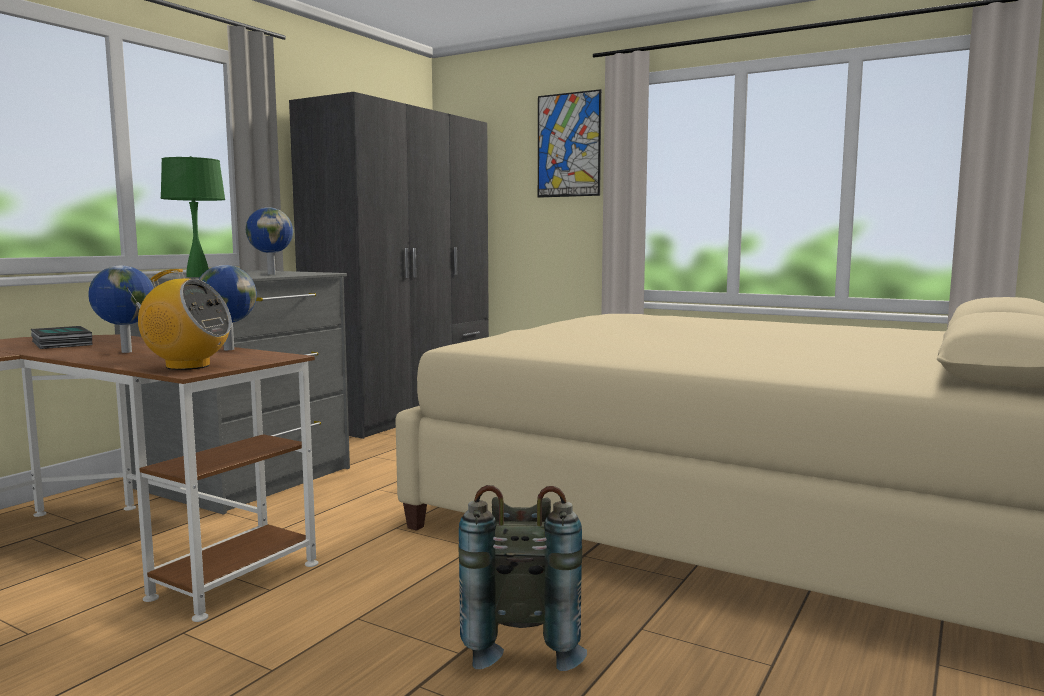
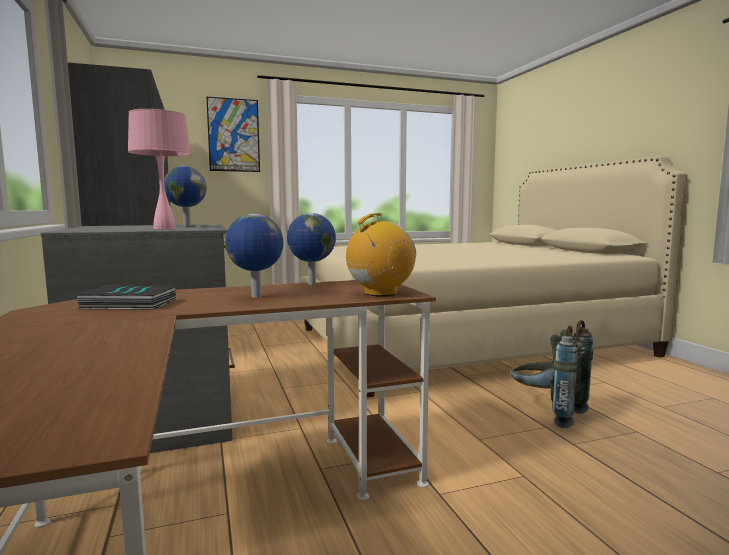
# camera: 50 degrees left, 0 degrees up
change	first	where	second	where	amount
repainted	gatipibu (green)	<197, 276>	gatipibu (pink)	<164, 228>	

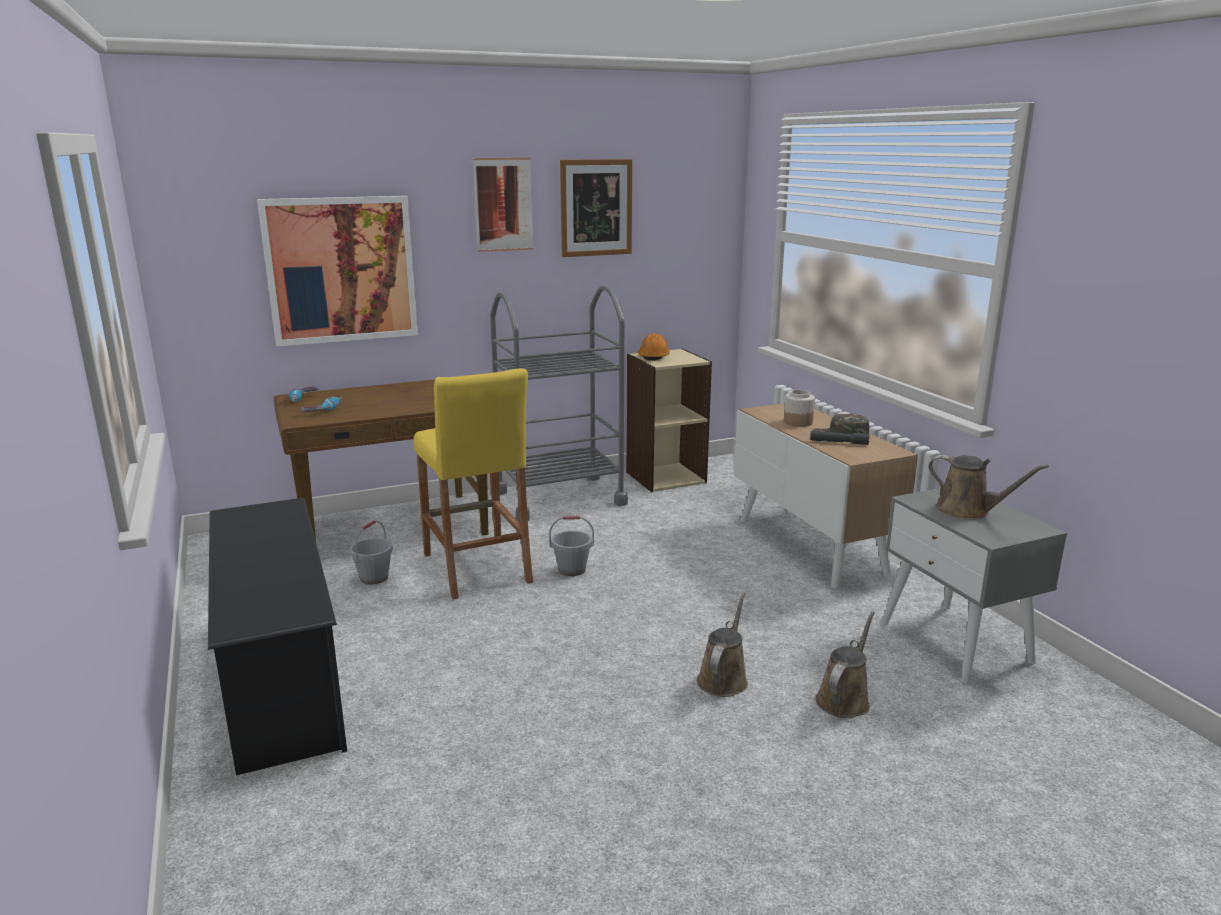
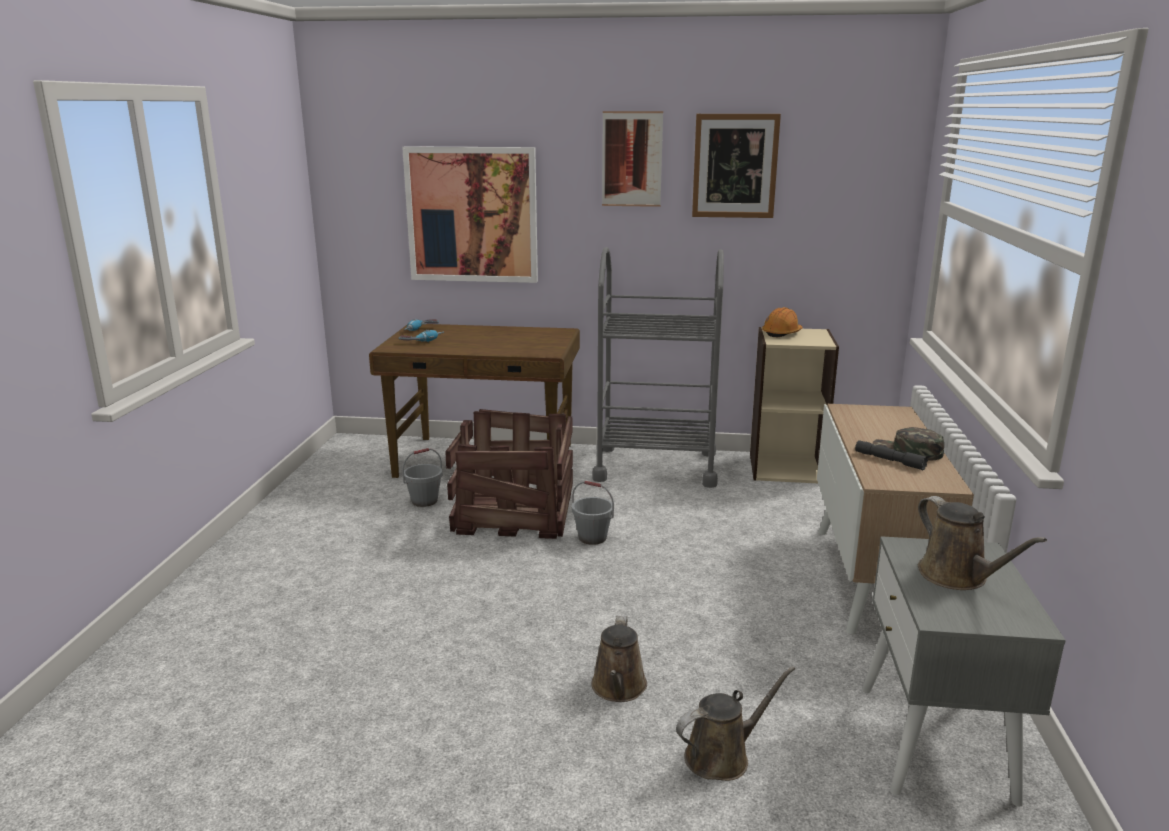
# camera: 30 degrees right, 0 degrees up
change	first	where	second	where	amount
gone	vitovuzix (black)	<282, 678>			
gone	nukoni	<797, 422>			
swapped	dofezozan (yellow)	<476, 568>	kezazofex	<512, 514>	
rotated	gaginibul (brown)	<723, 679>		<618, 688>	135 degrees clockwise

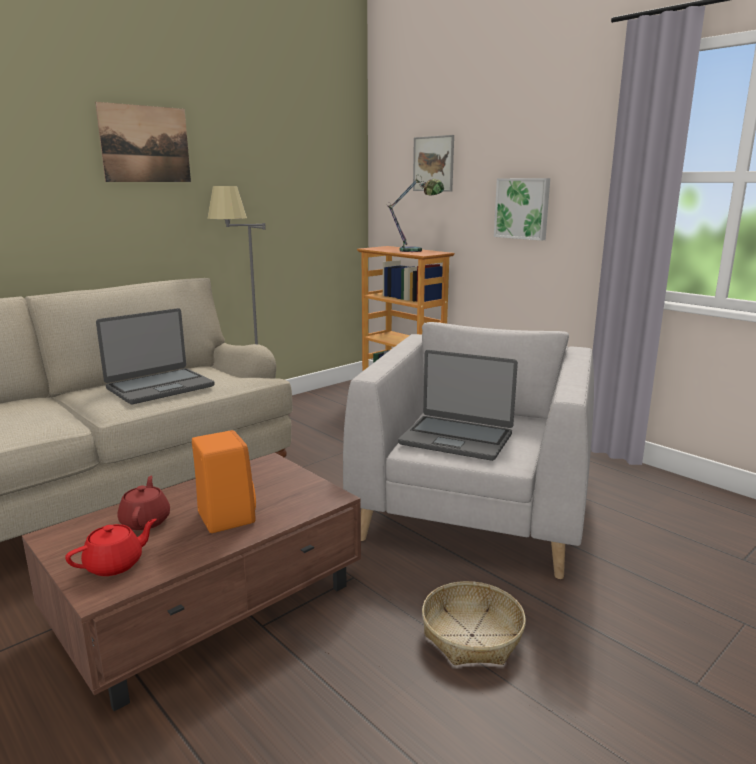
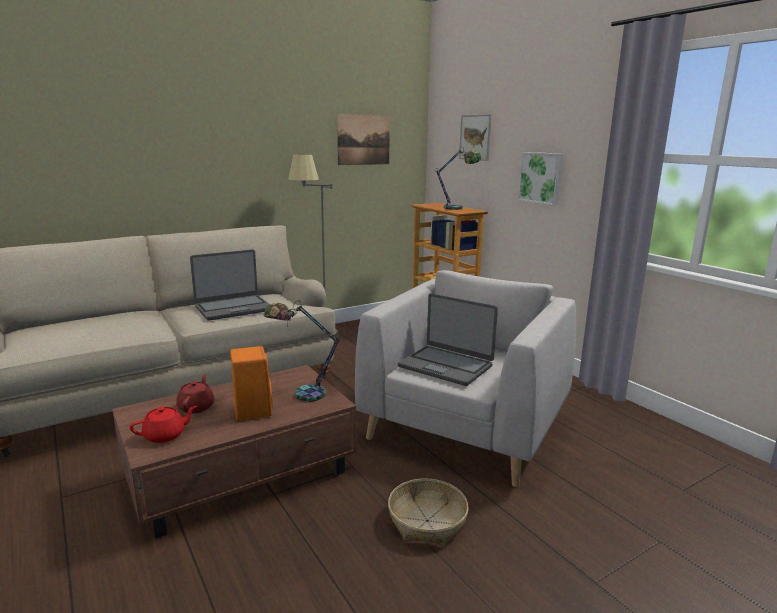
# camera: 10 degrees right, 0 degrees up
change	first	where	second	where	amount
new			gatipibu	<302, 392>	
shifted	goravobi	<145, 144>		<363, 140>	

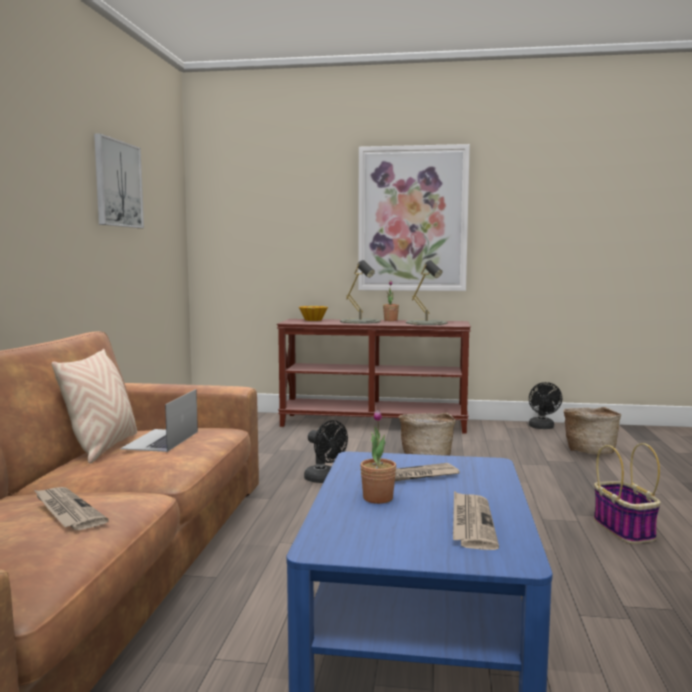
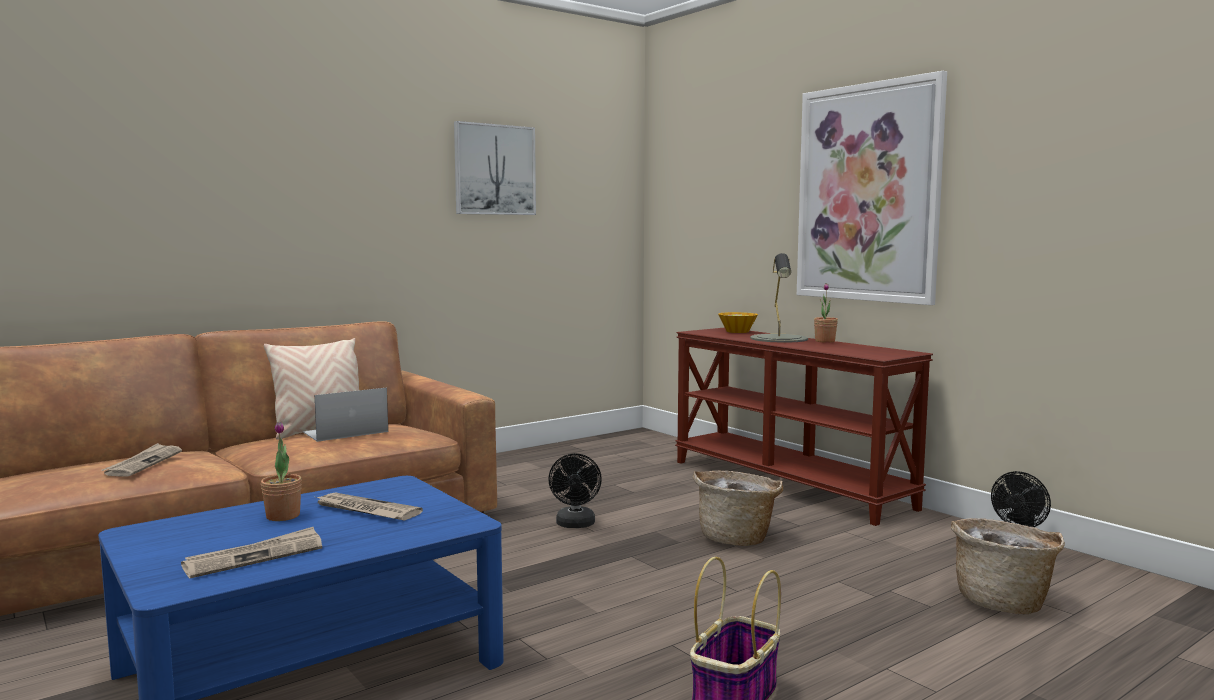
# camera: 45 degrees right, 0 degrees up
change	first	where	second	where	amount
gone	gatipibu (grey)	<426, 323>			

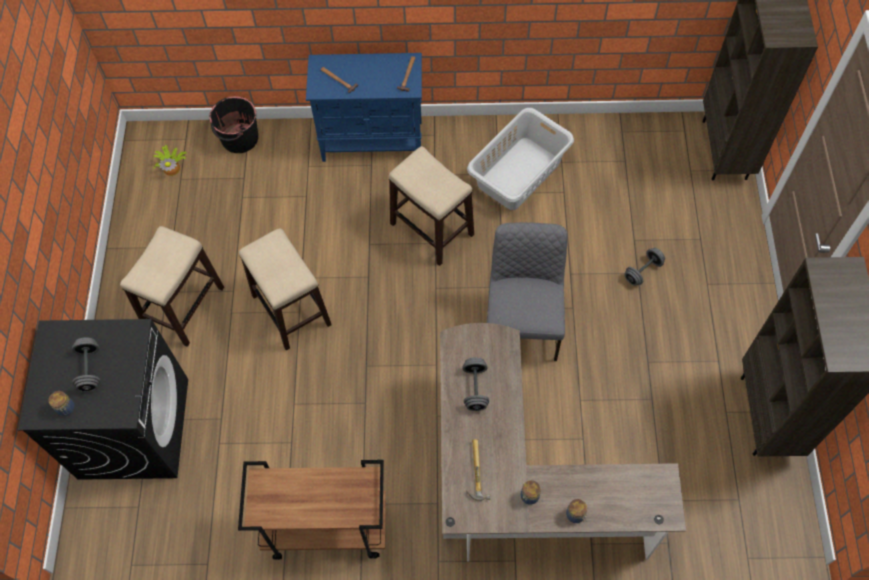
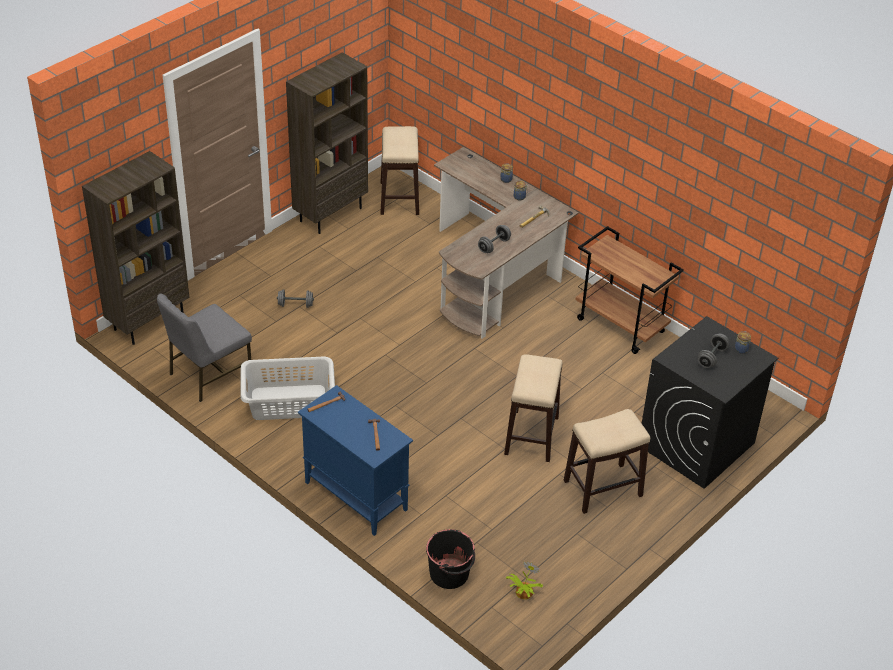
# camera: 140 degrees left, 20 degrees down
change	first	where	second	where	amount
shifted	dofezozan	<432, 229>		<399, 198>	
shifted	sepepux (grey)	<522, 324>		<208, 374>	

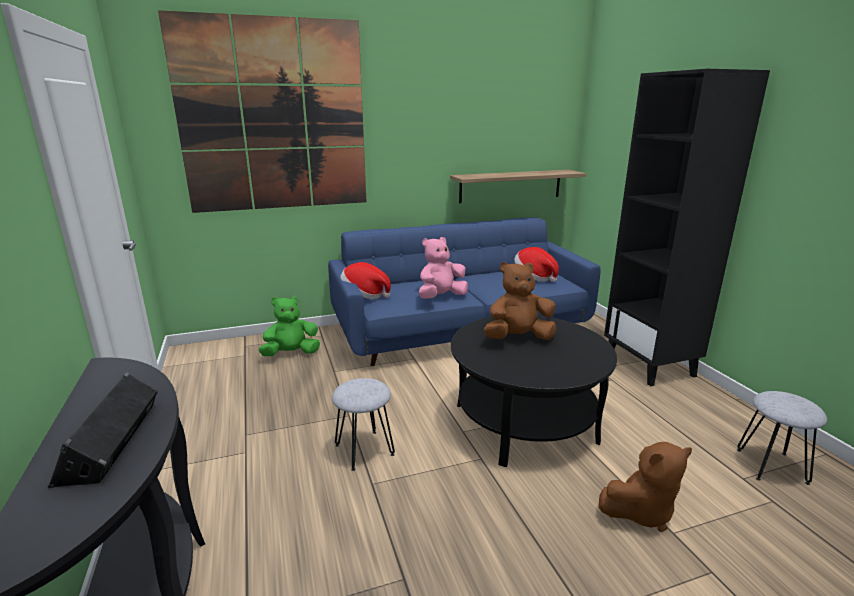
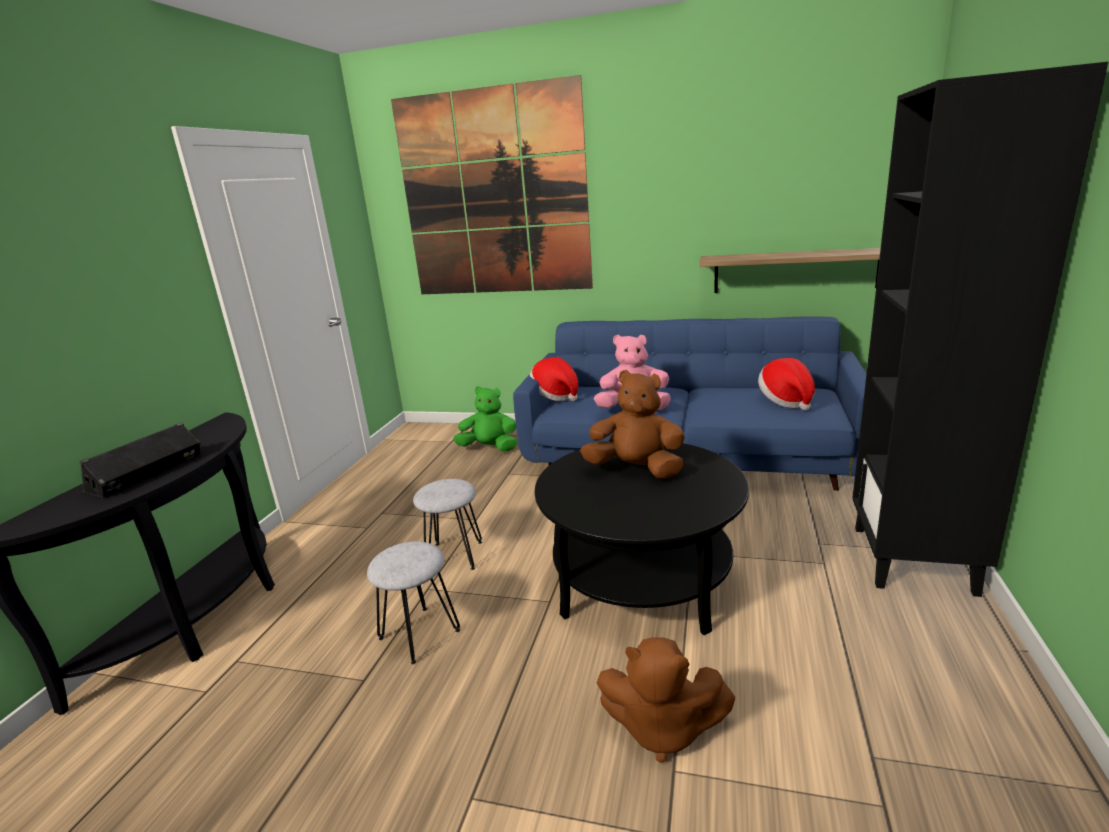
# camera: 35 degrees right, 0 degrees up
change	first	where	second	where	amount
shifted	dofezozan (grey)	<771, 466>		<419, 634>	

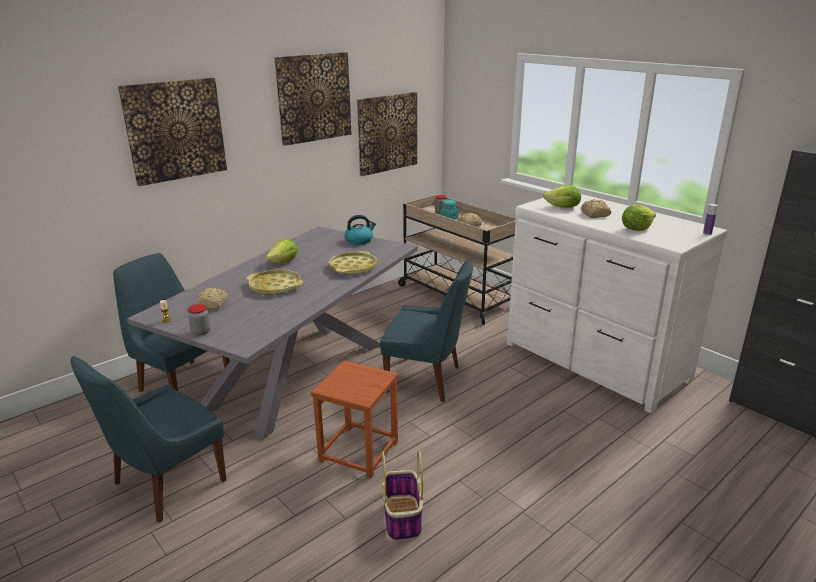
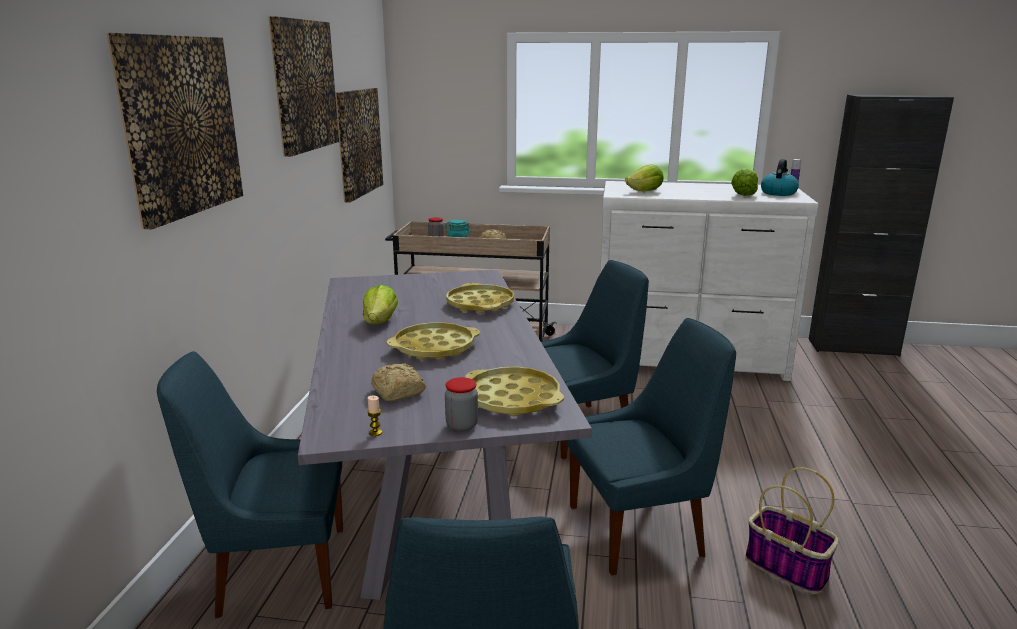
# camera: 40 degrees left, 5 degrees down
change	first	where	second	where	amount
gone	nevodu	<594, 215>			
new			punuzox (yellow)	<513, 399>	
shifted	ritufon	<359, 240>		<778, 193>	
swapped	dofezozan (brown)	<359, 452>	sepepux (blue)	<640, 530>	

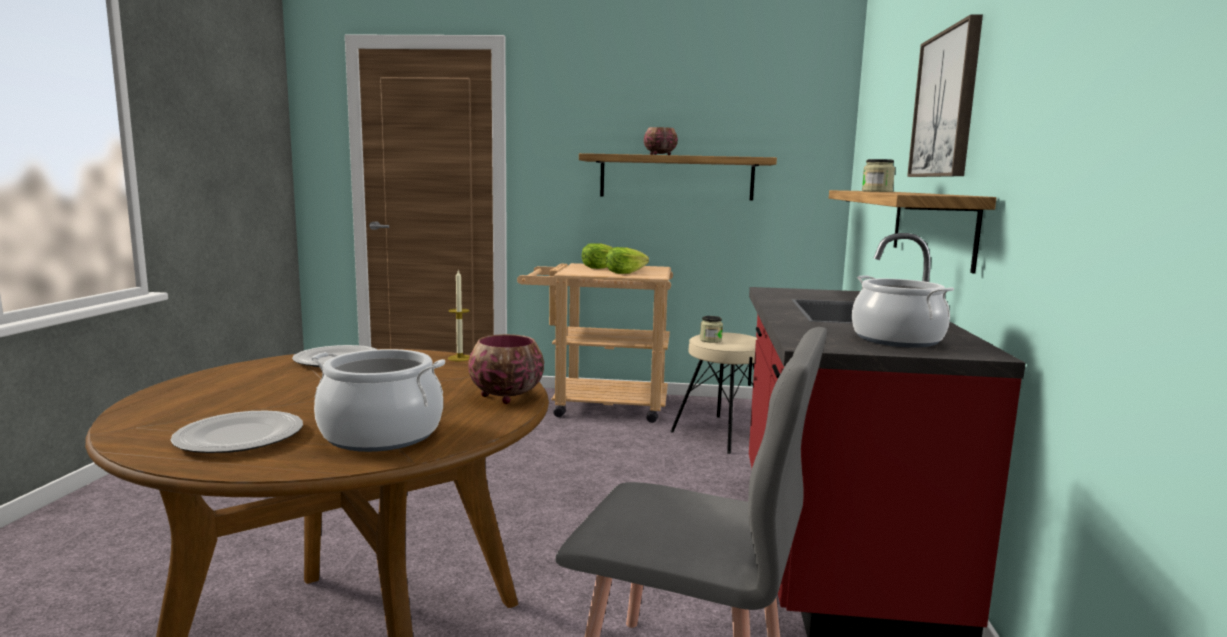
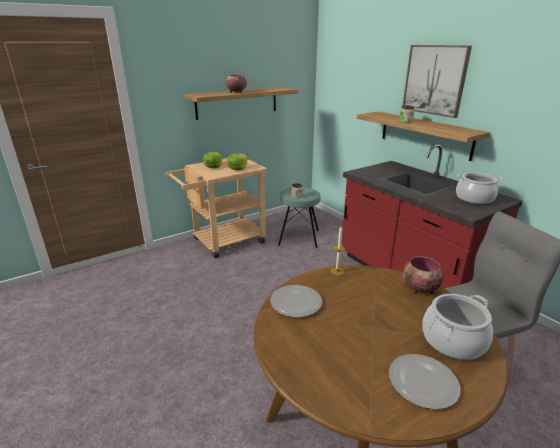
# camera: 40 degrees left, 15 degrees up
change	first	where	second	where	amount
repainted	dofezozan (beige)	<723, 434>	dofezozan (turquoise)	<299, 237>	

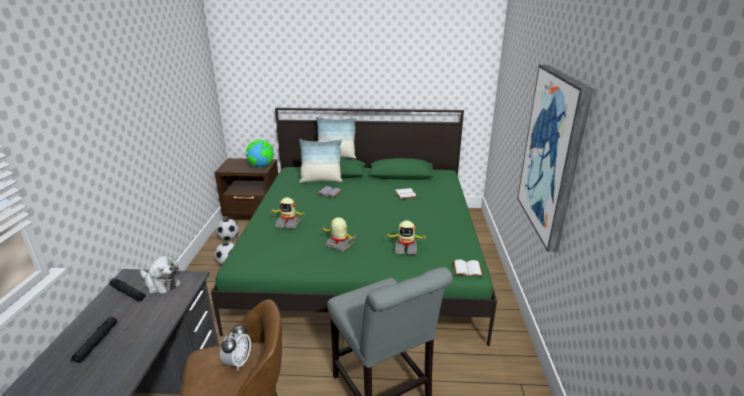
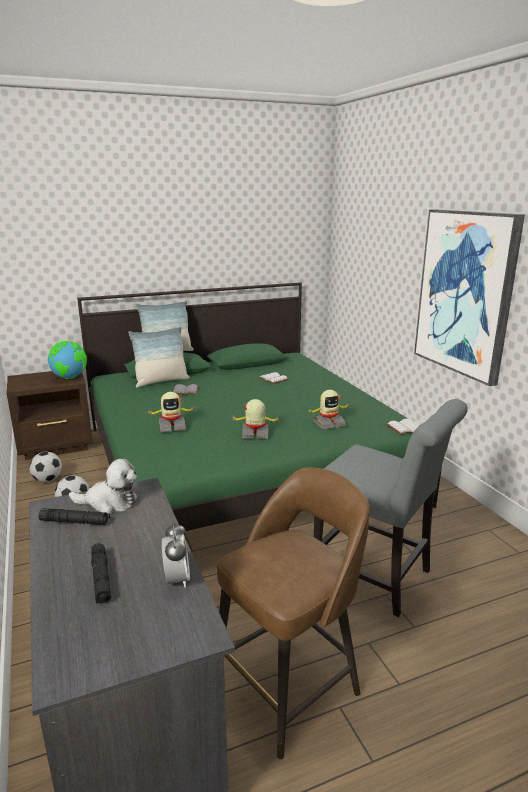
# camera: 25 degrees left, 5 degrees down
change	first	where	second	where	amount
shifted	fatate	<238, 362>		<177, 579>	

